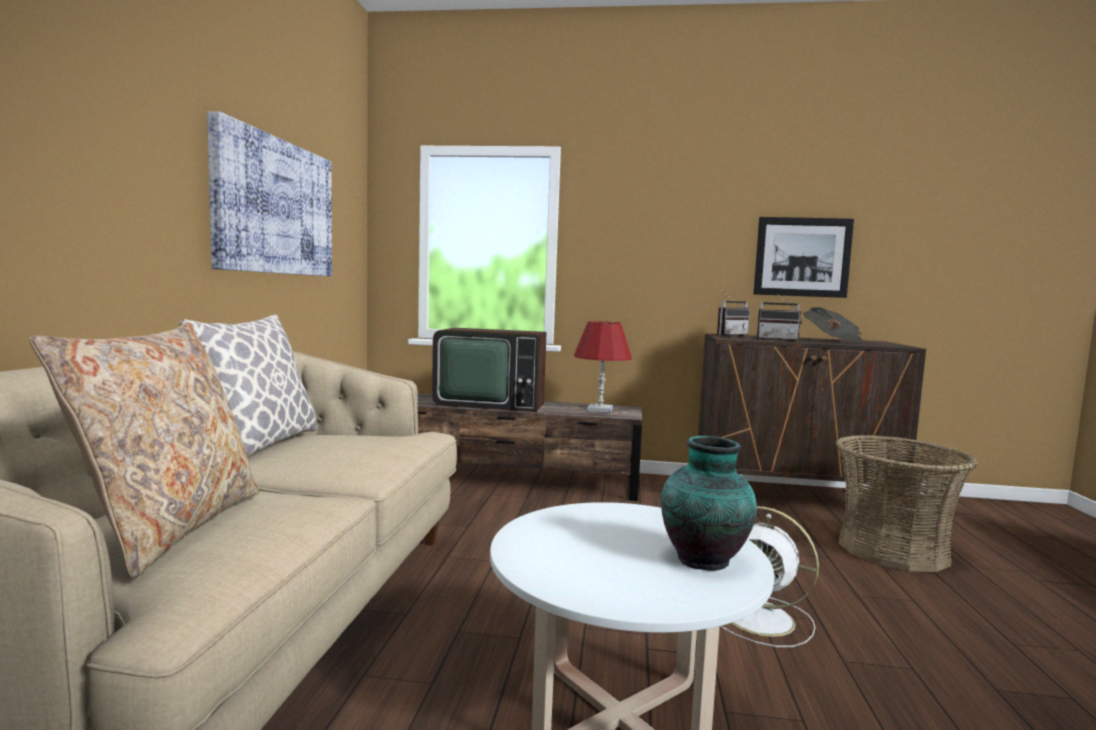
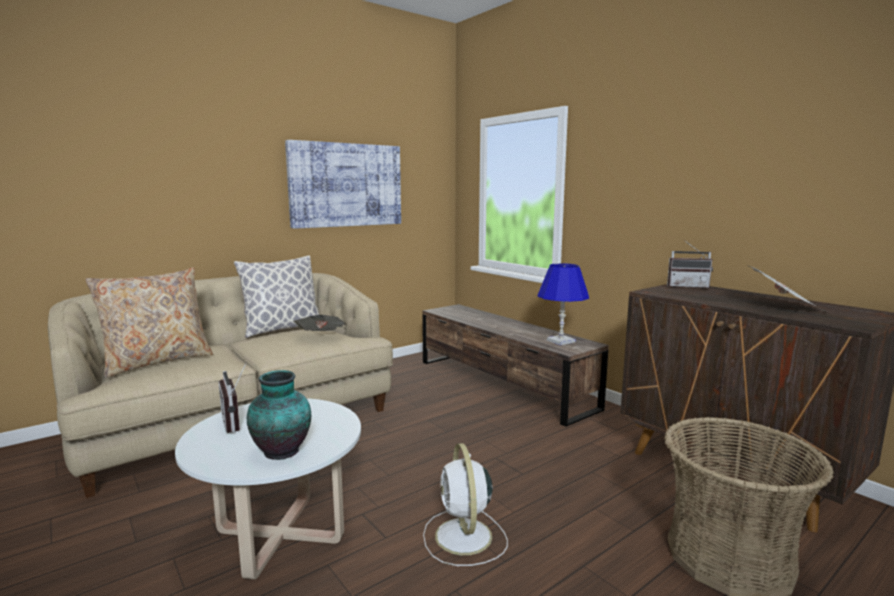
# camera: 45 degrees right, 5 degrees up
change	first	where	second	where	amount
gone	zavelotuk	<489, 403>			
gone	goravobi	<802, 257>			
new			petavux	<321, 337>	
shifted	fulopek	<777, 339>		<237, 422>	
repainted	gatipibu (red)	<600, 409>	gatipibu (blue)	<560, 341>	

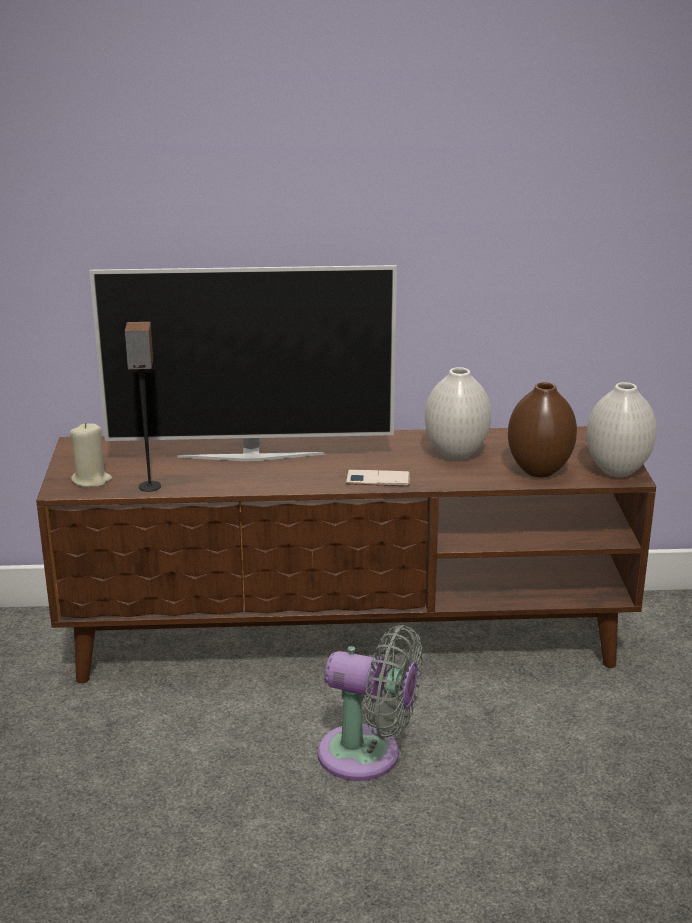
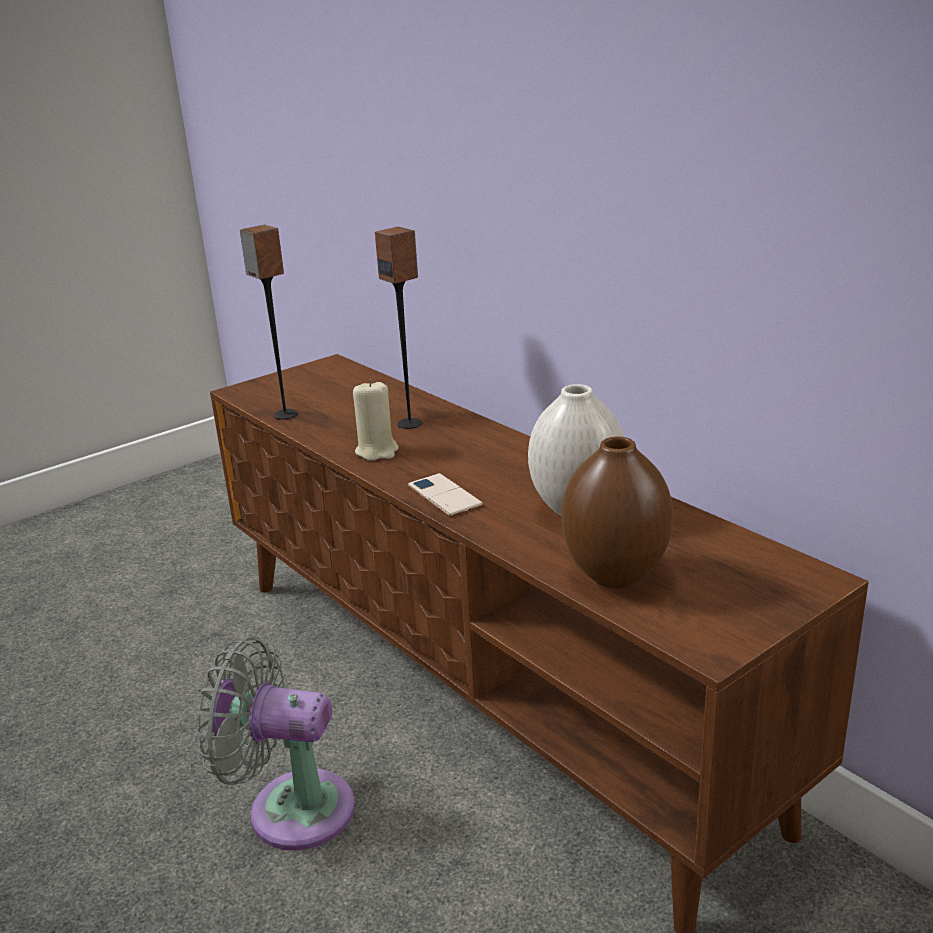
# camera: 55 degrees right, 0 degrees up
change	first	where	second	where	amount
gone	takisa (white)	<618, 470>			
shifted	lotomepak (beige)	<91, 480>		<377, 451>	
swapped	zavelotuk	<251, 454>	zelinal	<410, 423>	
rotated	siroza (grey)	<368, 756>		<291, 808>	120 degrees clockwise

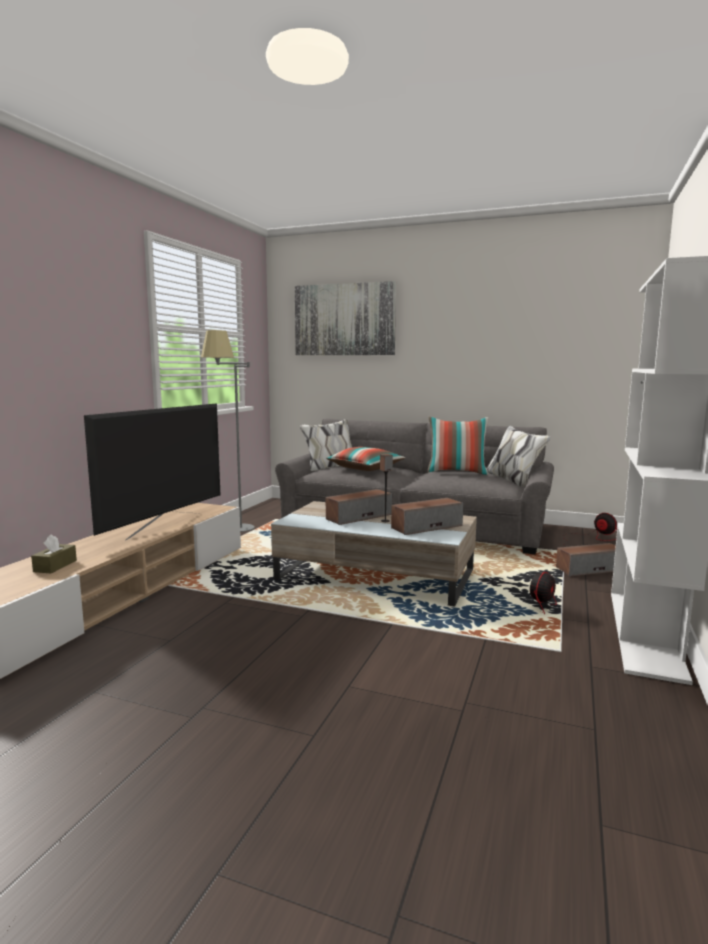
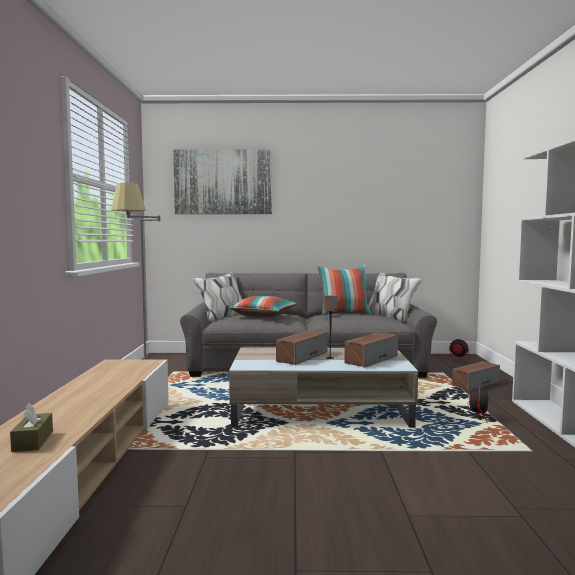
# camera: 20 degrees left, 5 degrees down
change	first	where	second	where	amount
gone	zavelotuk	<165, 525>			

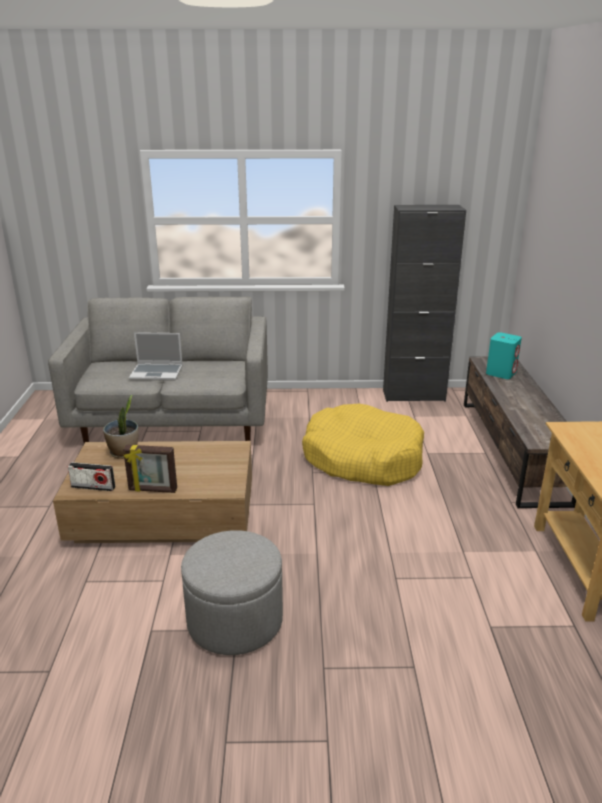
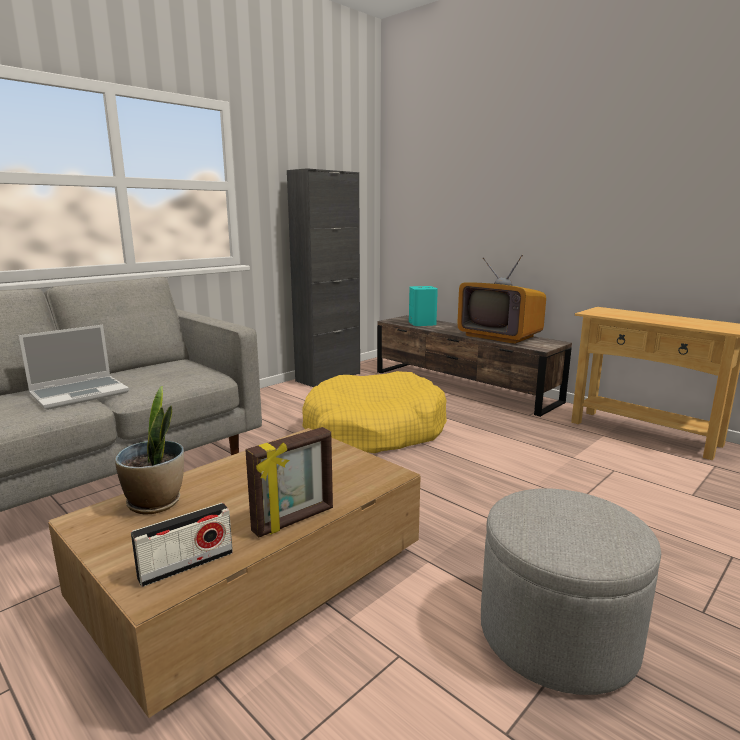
# camera: 45 degrees left, 10 degrees down
change	first	where	second	where	amount
new			zavelotuk	<499, 336>	

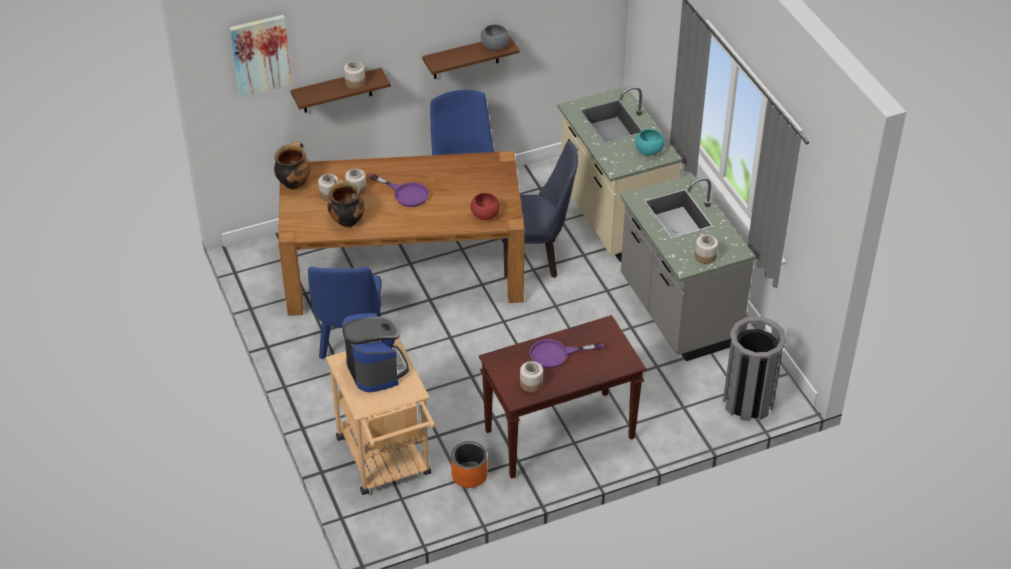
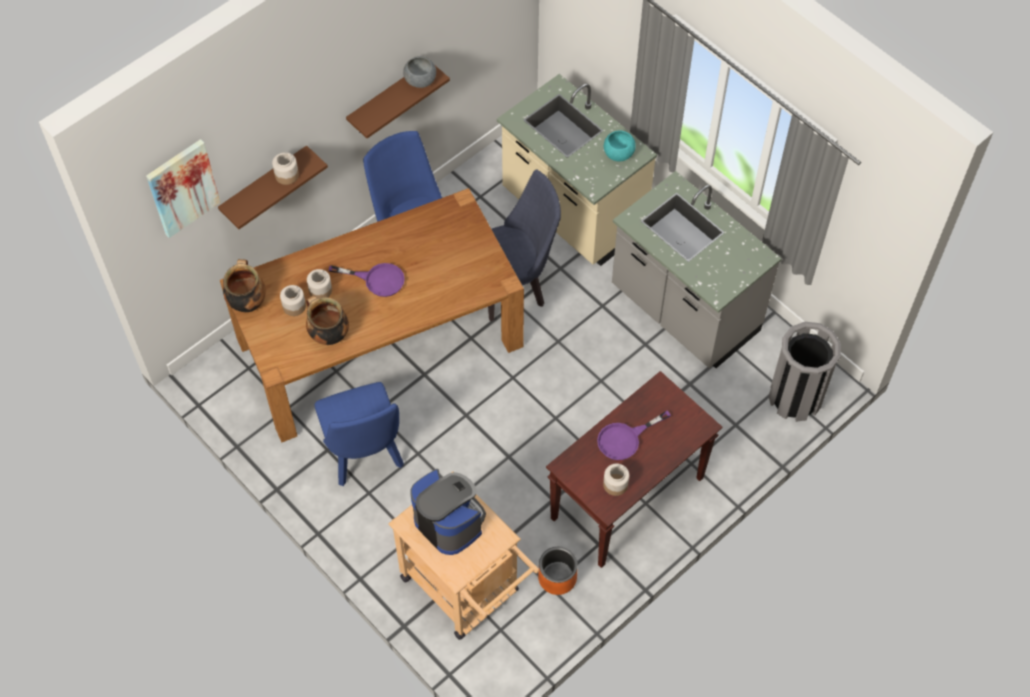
# camera: 20 degrees left, 15 degrees up
change	first	where	second	where	amount
gone	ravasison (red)	<485, 215>			
gone	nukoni	<705, 257>			

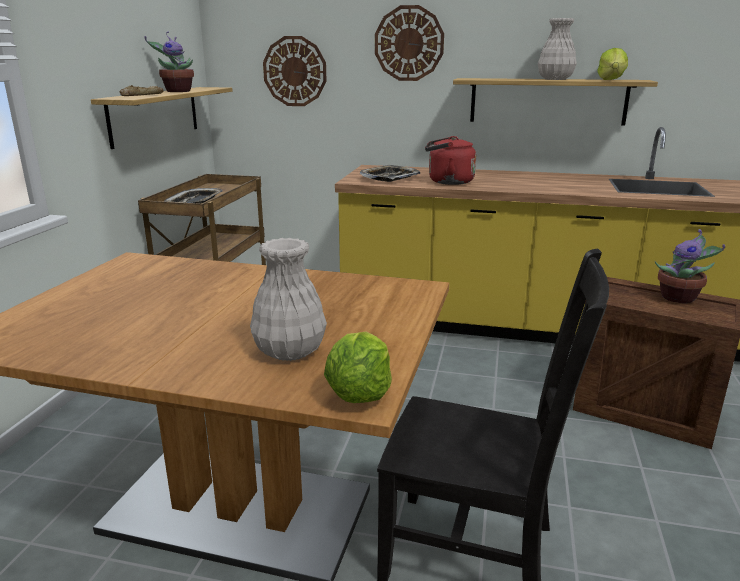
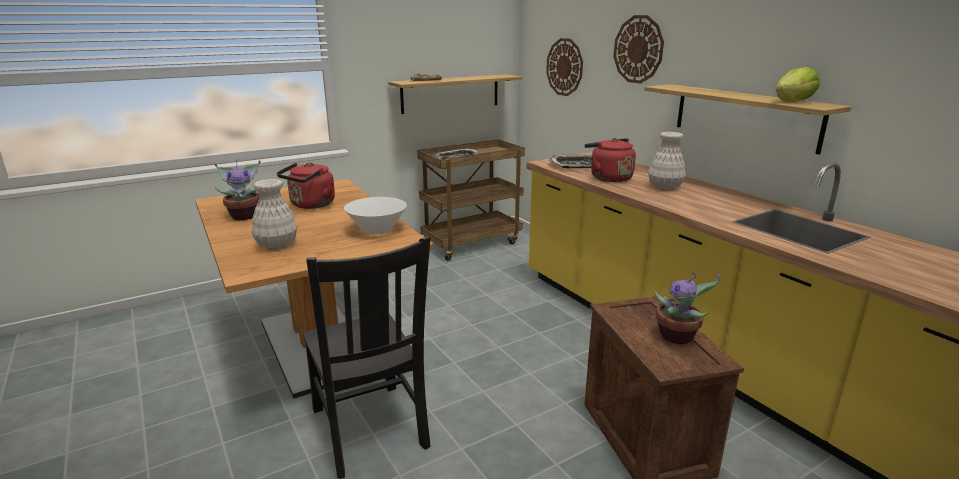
# camera: 45 degrees right, 0 degrees up
change	first	where	second	where	amount
gone	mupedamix	<359, 393>			
new			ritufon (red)	<311, 205>	
new			ravasison (white)	<377, 230>	
shifted	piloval	<177, 91>		<245, 216>	
shifted	takisa (white)	<555, 79>		<665, 187>	

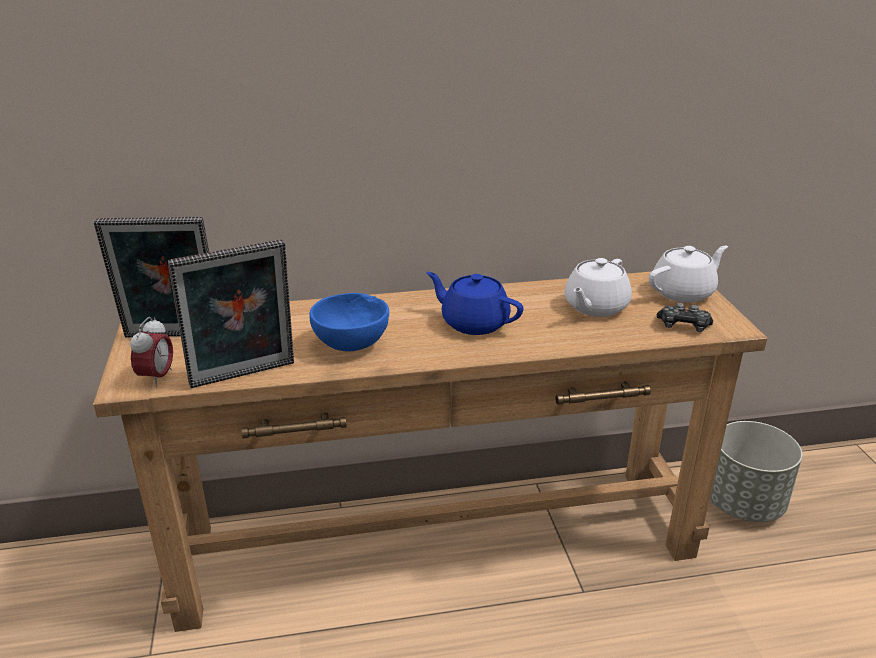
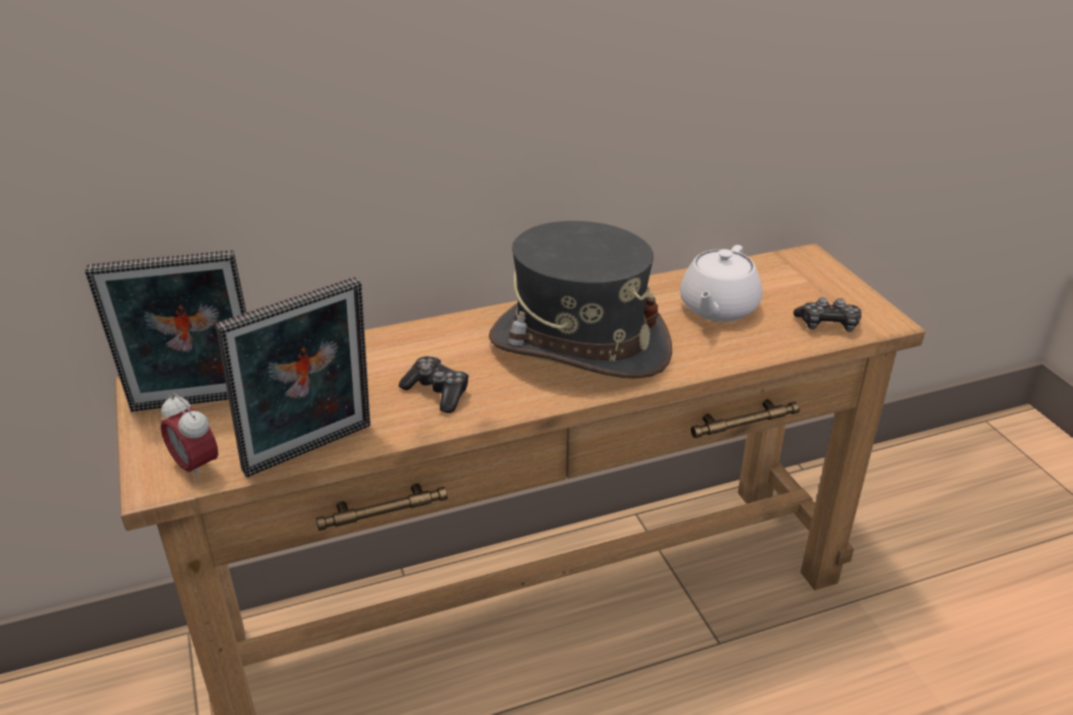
# camera: 10 degrees left, 5 degrees up
change	first	where	second	where	amount
gone	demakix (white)	<683, 292>			
gone	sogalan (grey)	<744, 504>			
swapped	ravasison (blue)	<352, 345>	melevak	<437, 392>	
swapped	demakix (blue)	<474, 323>	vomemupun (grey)	<579, 345>	
rotated	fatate	<157, 378>		<196, 467>	135 degrees clockwise

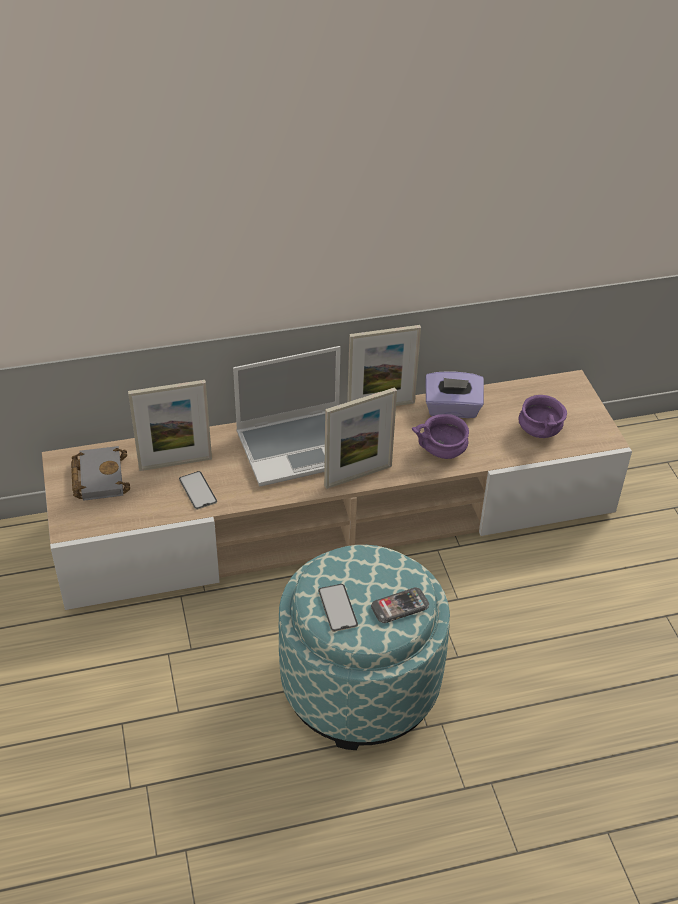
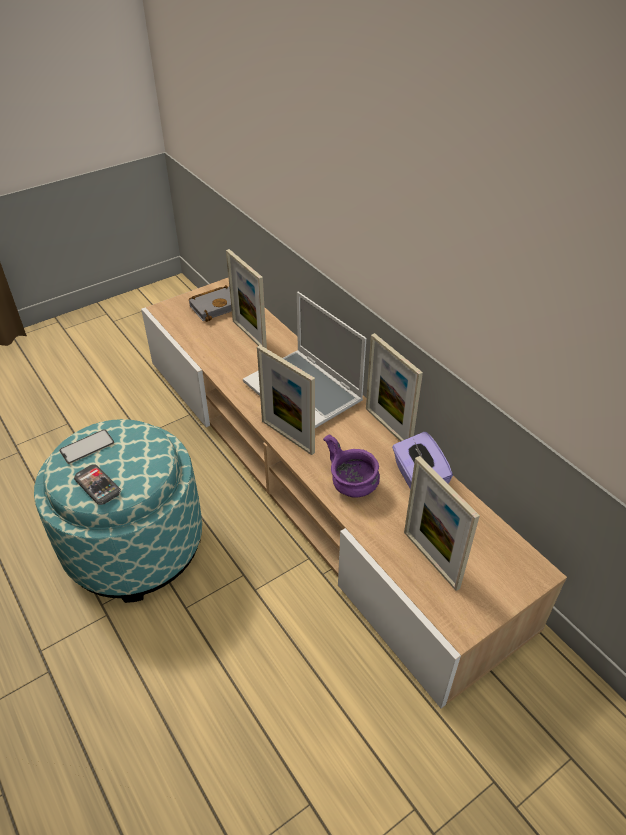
# camera: 70 degrees right, 0 degrees up
change	first	where	second	where	amount
gone	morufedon	<197, 490>			
swapped	ravasison (purple)	<540, 432>	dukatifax	<431, 559>	

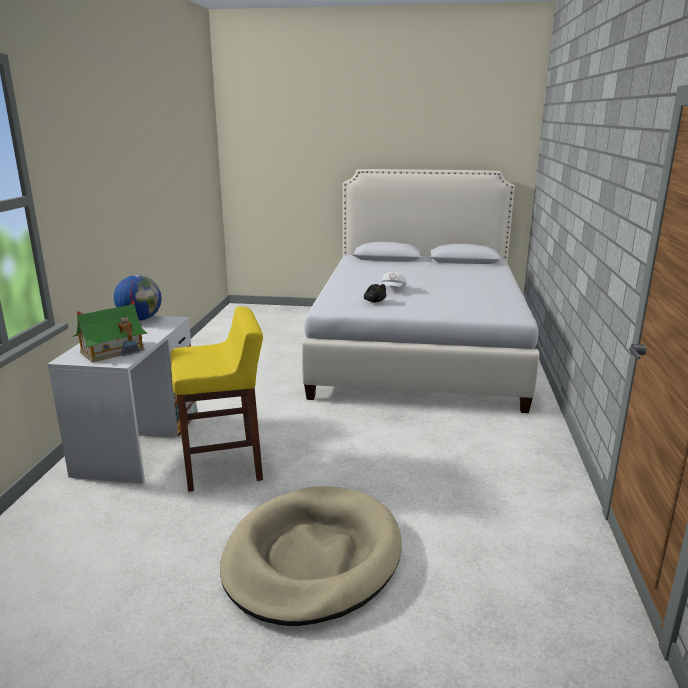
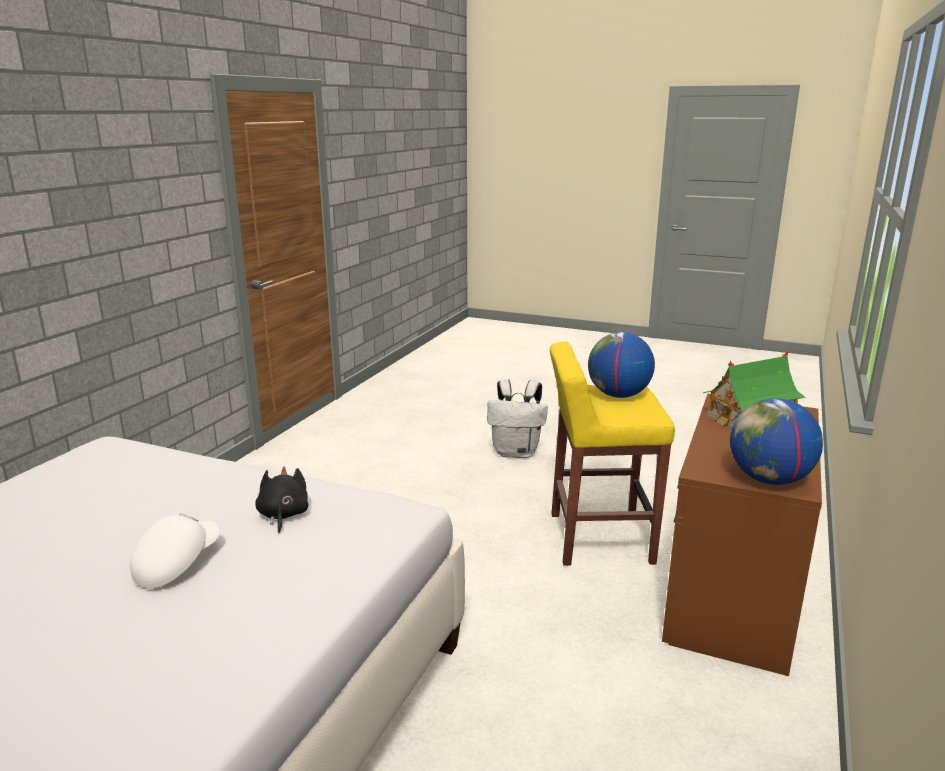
# camera: 165 degrees left, 0 degrees up
change	first	where	second	where	amount
new			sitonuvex	<618, 395>	
swapped	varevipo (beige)	<312, 558>	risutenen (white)	<516, 452>	
repainted	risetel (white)	<139, 442>	risetel (brown)	<733, 592>	

